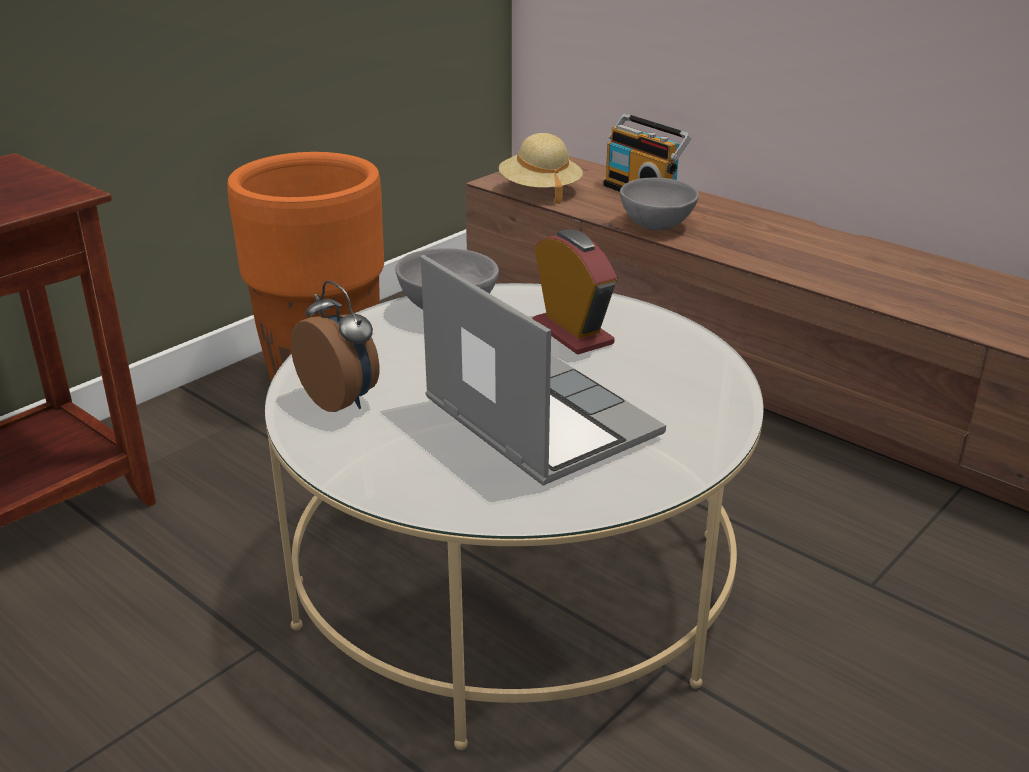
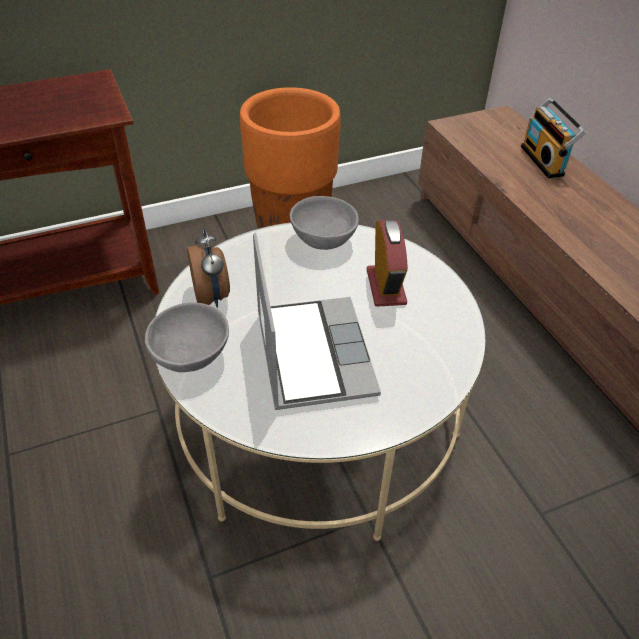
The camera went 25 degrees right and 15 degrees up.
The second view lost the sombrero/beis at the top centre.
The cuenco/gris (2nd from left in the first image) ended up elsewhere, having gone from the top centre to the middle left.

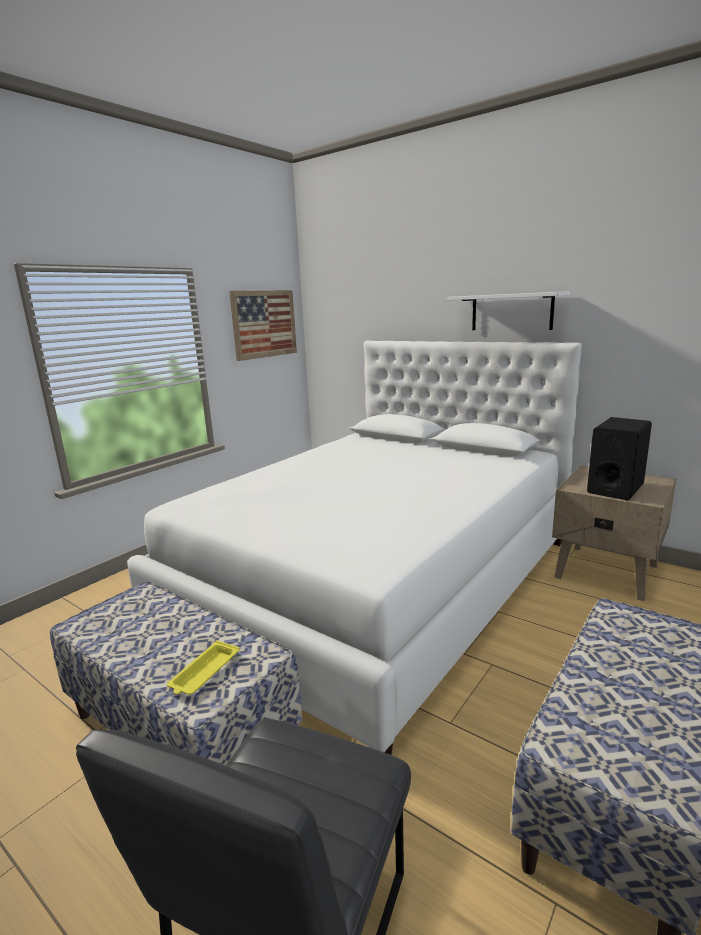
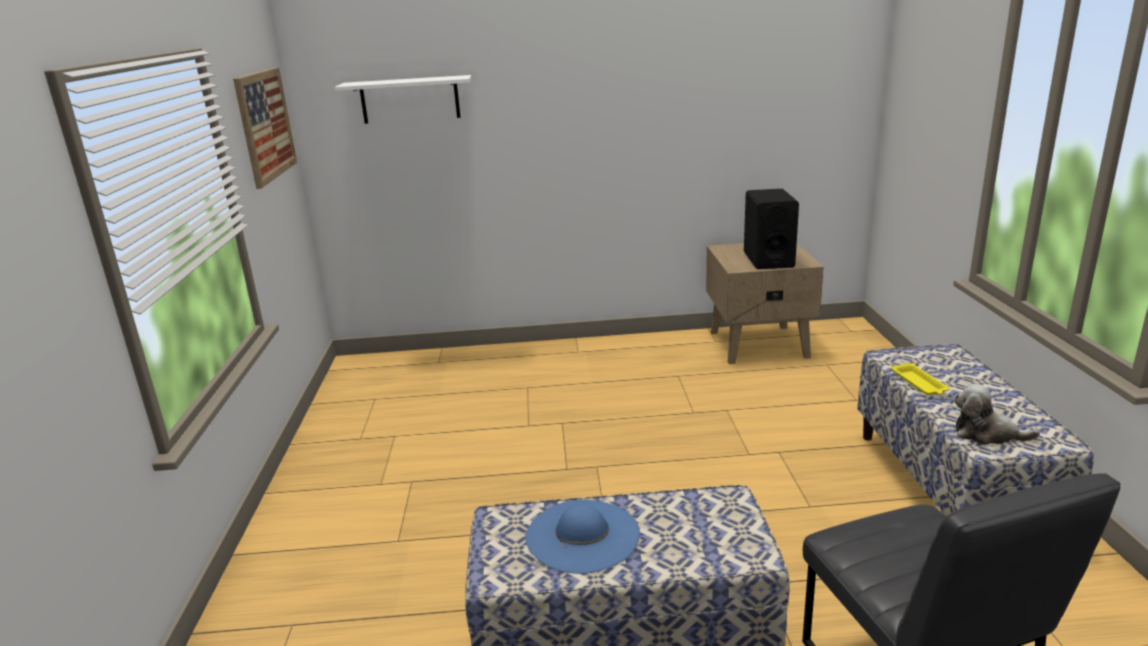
The camera went 40 degrees left and 5 degrees up.
The second view lost the cama/blanco at the centre.
The bandeja/amarillo ended up elsewhere, having gone from the bottom left to the middle right.
The estante/blanco ended up elsewhere, having gone from the top right to the top centre.
The second view gained the sombrero/azul at the bottom centre.
The second view gained the peluche at the middle right.

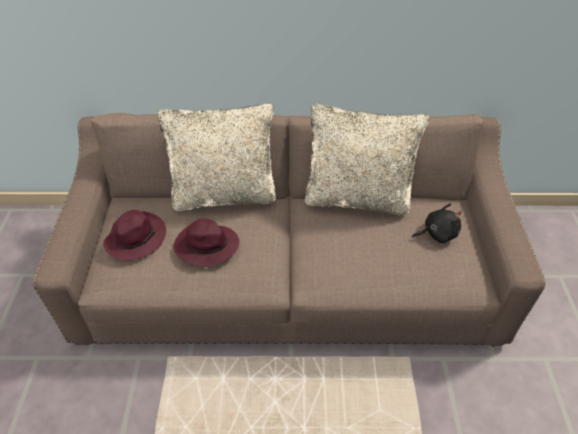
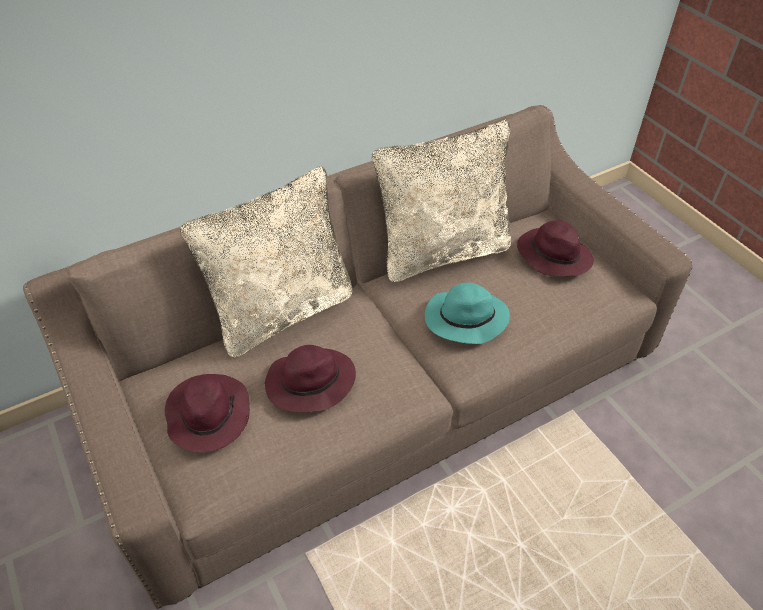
The camera went 30 degrees left and 0 degrees up.
Where the peluche/negro stood at the middle right, the sombrero/morado (3rd from left) came to stand at the middle right.
The second view gained the sombrero/turquesa at the centre.

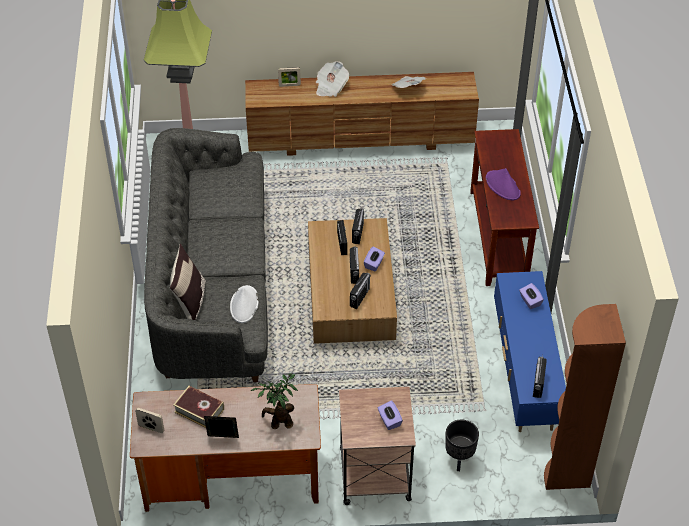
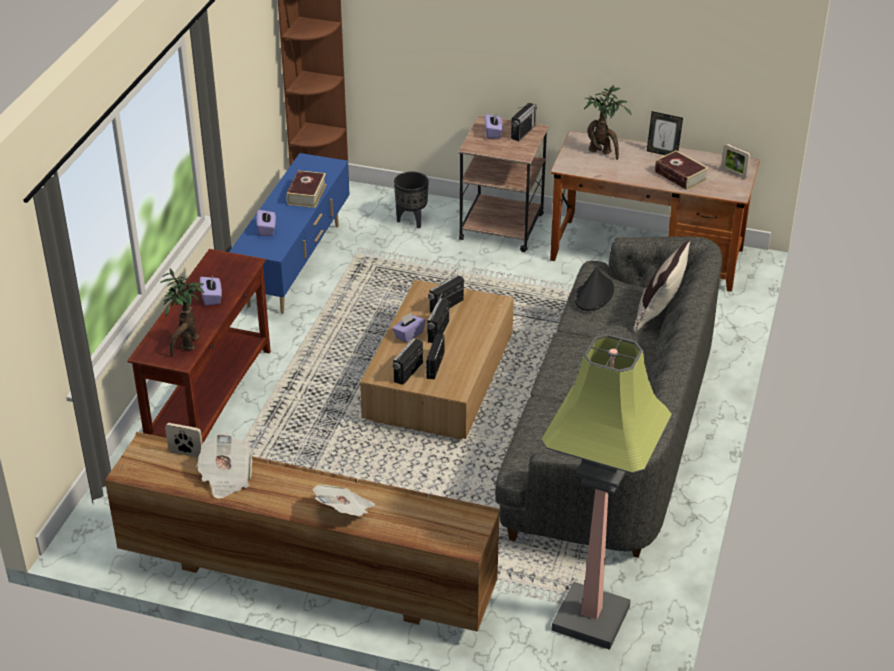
The camera went 160 degrees left and 10 degrees down.
What was the sombrero/blanco at the centre turned into the sombrero/negro at the centre.
The portarretratos (3rd from left in the first image) ended up elsewhere, having gone from the top centre to the middle left.
Where the sombrero/morado stood at the middle right, the caja de pañuelos/morado (1st from left) came to stand at the middle left.
The radio (5th from left) ended up elsewhere, having gone from the bottom right to the top centre.
The second view gained the planta en maceta (1st from left) at the middle left.
The second view gained the libro (1st from left) at the top centre.

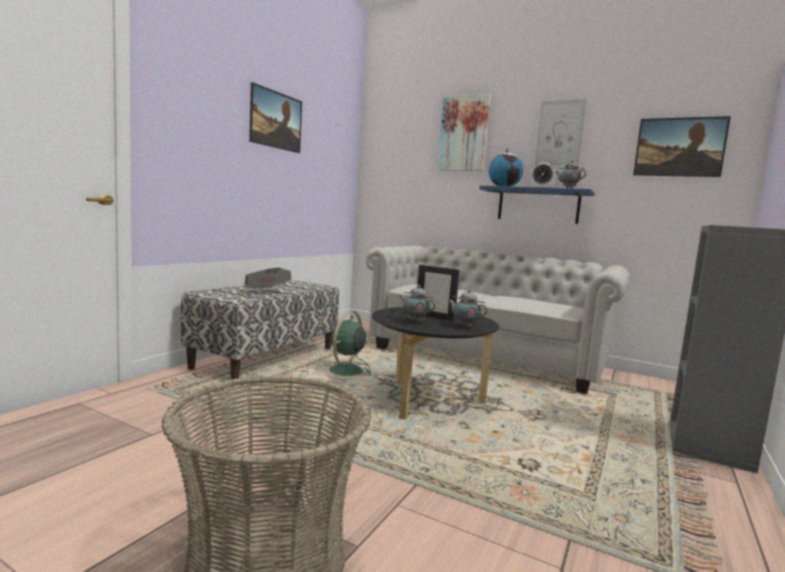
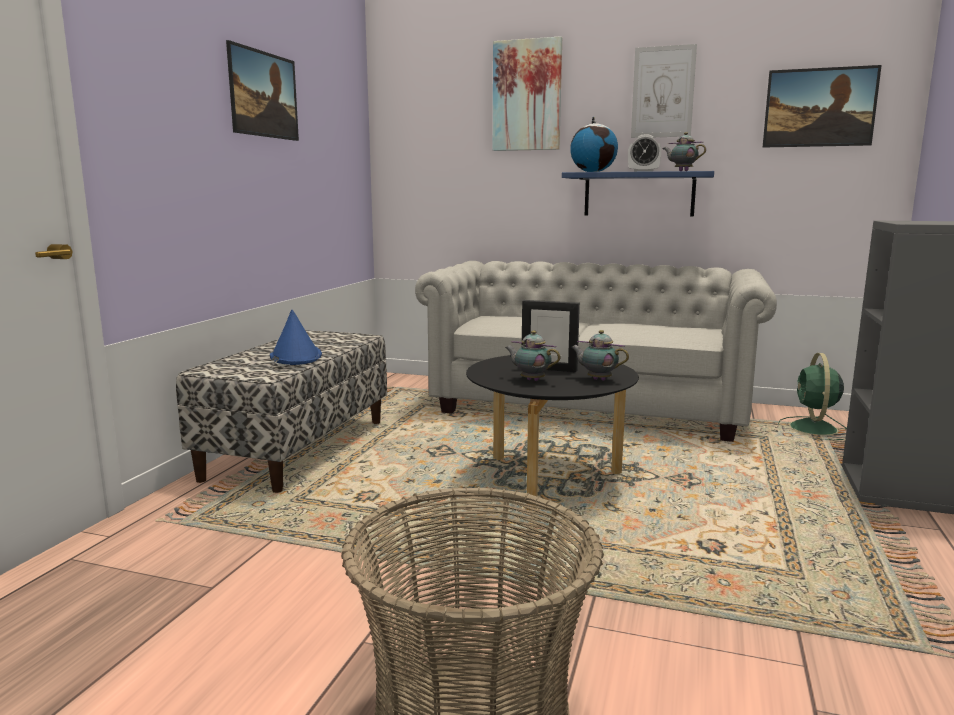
The camera went 10 degrees left and 5 degrees up.
Where the periódico stood at the centre, the sombrero/azul came to stand at the middle left.
The ventilador/verde ended up elsewhere, having gone from the centre to the middle right.

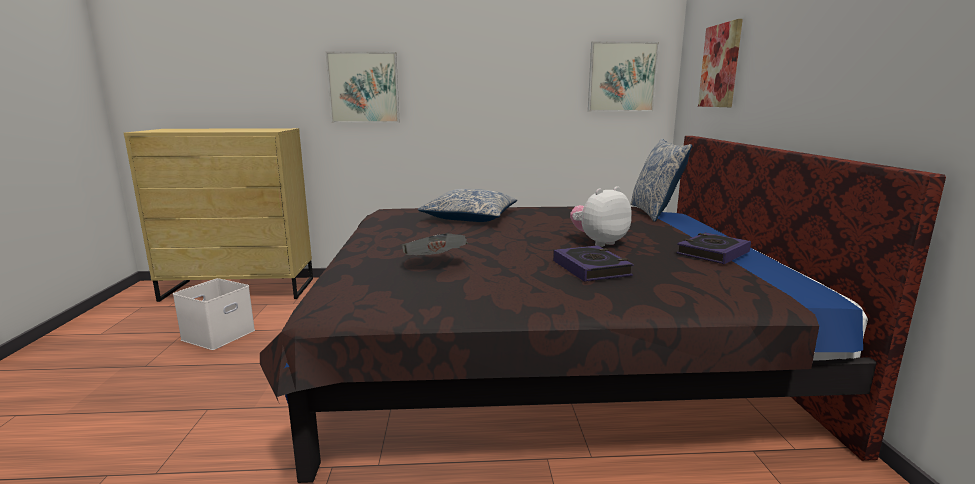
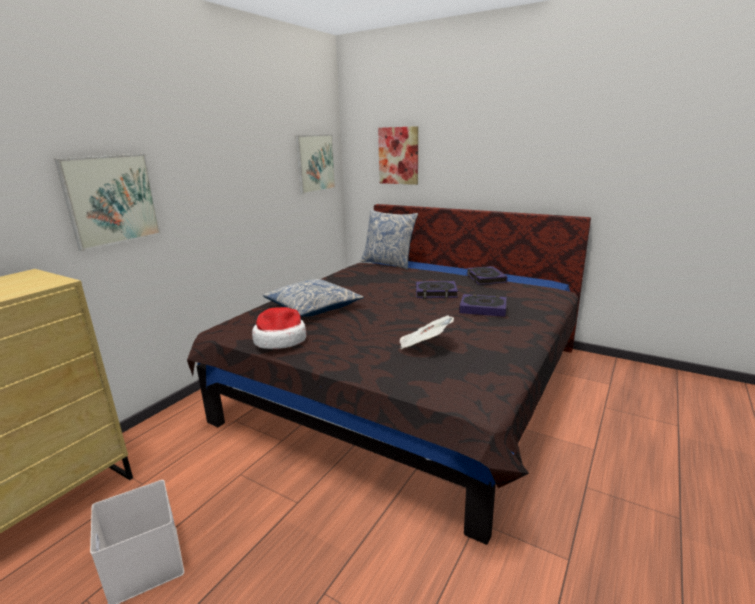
The camera went 55 degrees left and 5 degrees up.
Where the peluche stood at the centre, the libro (1st from left) came to stand at the centre.
The second view gained the sombrero at the centre.

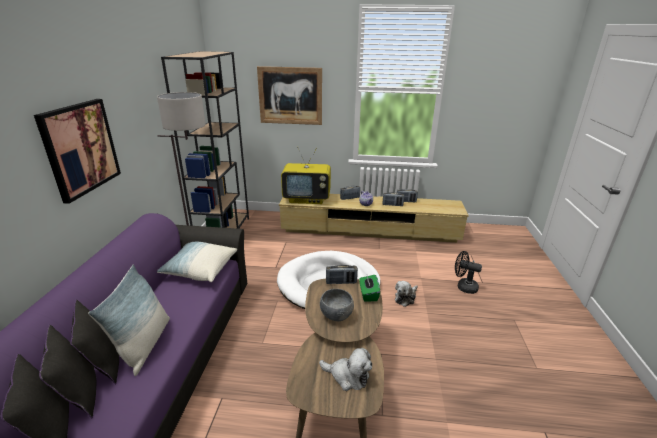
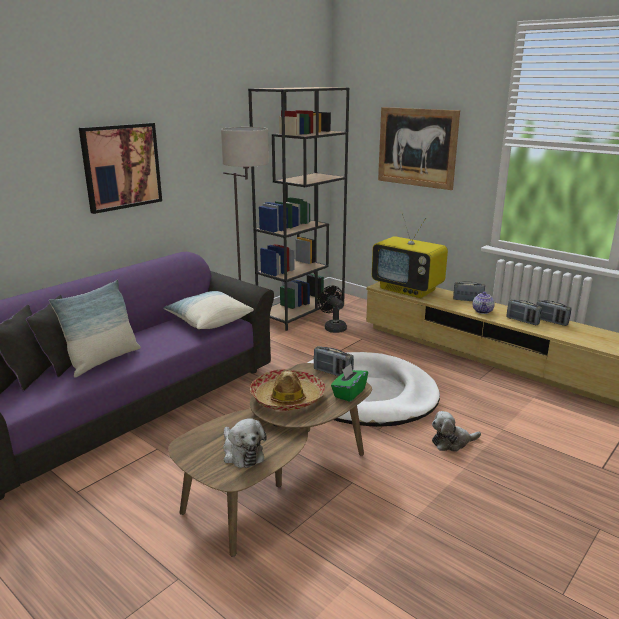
The camera went 35 degrees right and 5 degrees down.
Where the cuenco/gris stood at the bottom centre, the sombrero came to stand at the centre.
The ventilador/negro ended up elsewhere, having gone from the middle right to the centre.

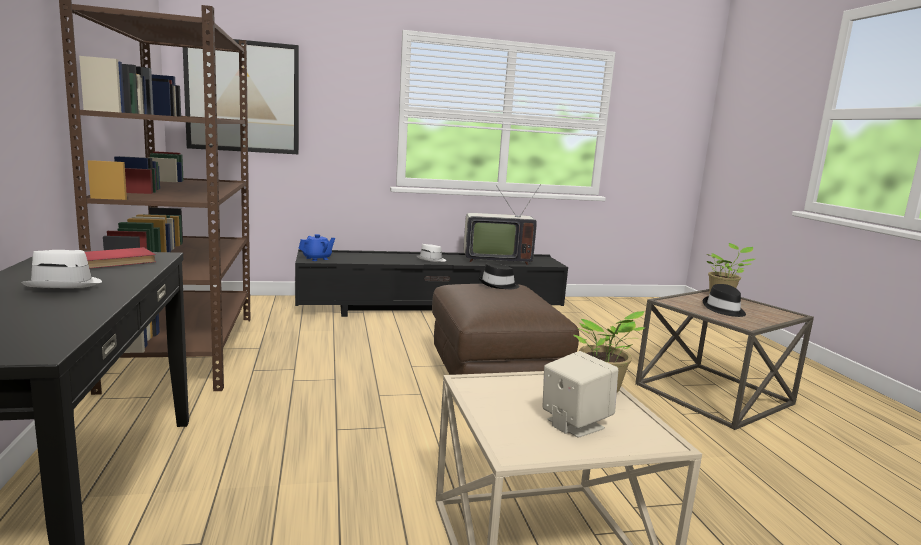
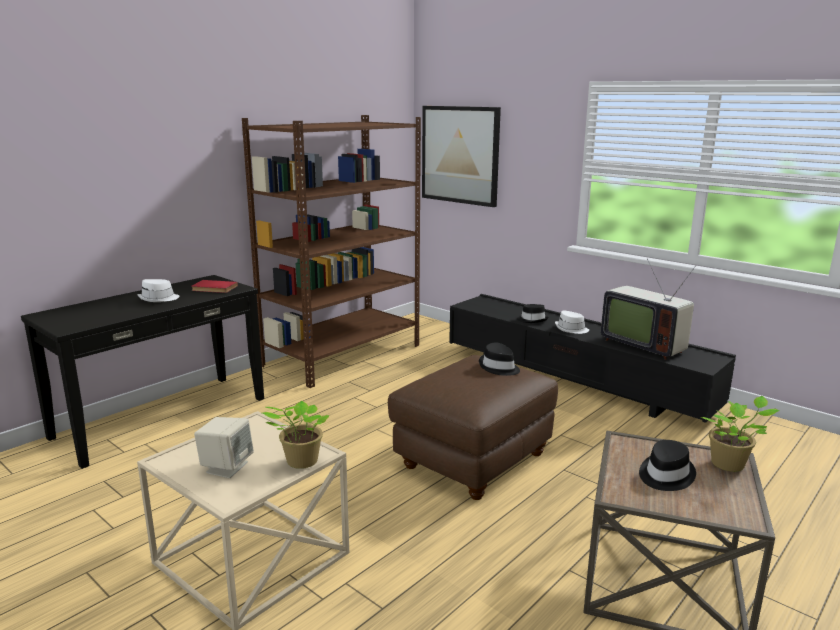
The camera went 55 degrees right and 5 degrees up.
The second view lost the tetera/azul at the centre.
The second view gained the sombrero/negro (2nd from left) at the centre.

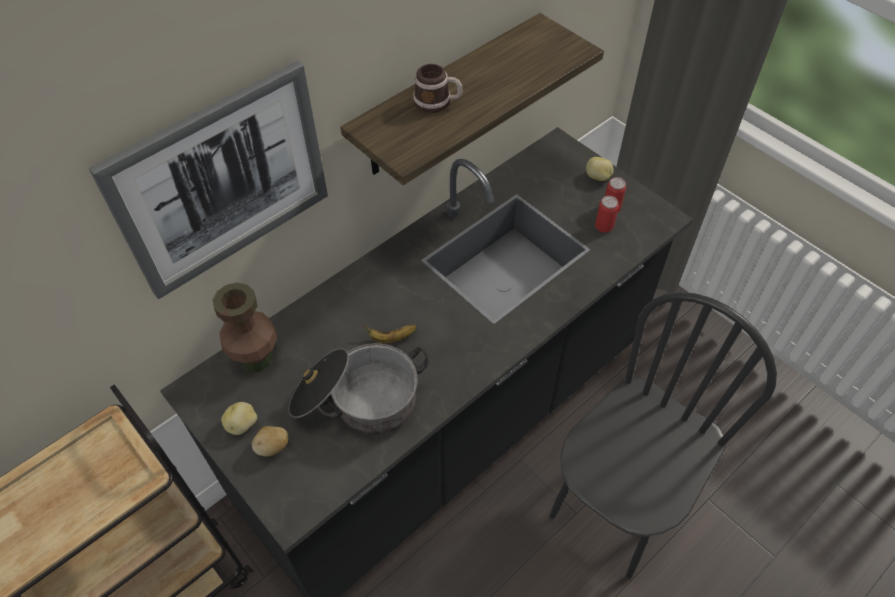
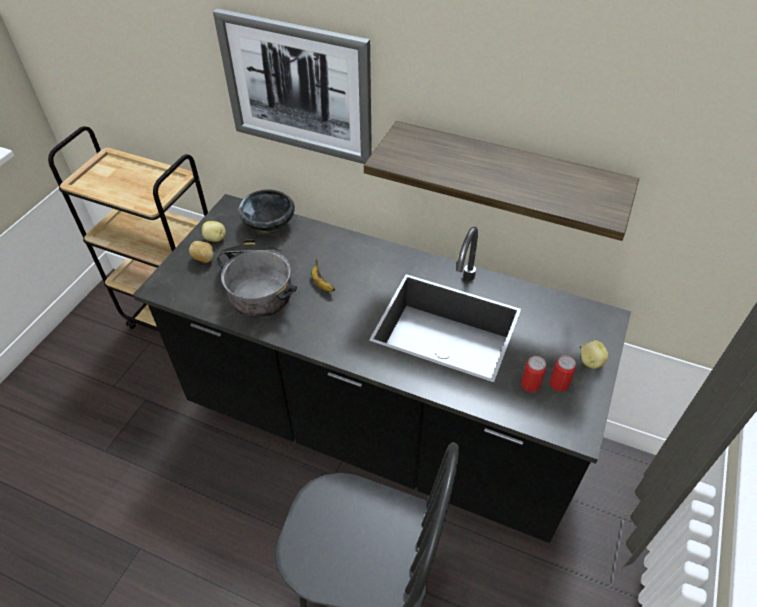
The camera went 65 degrees right and 5 degrees down.
Where the florero/marrón stood at the middle left, the cuenco/negro came to stand at the centre.
The second view lost the taza grande at the top centre.

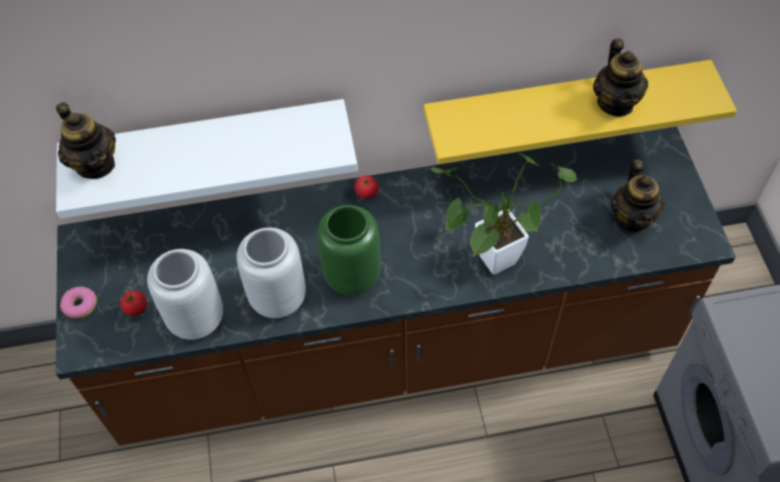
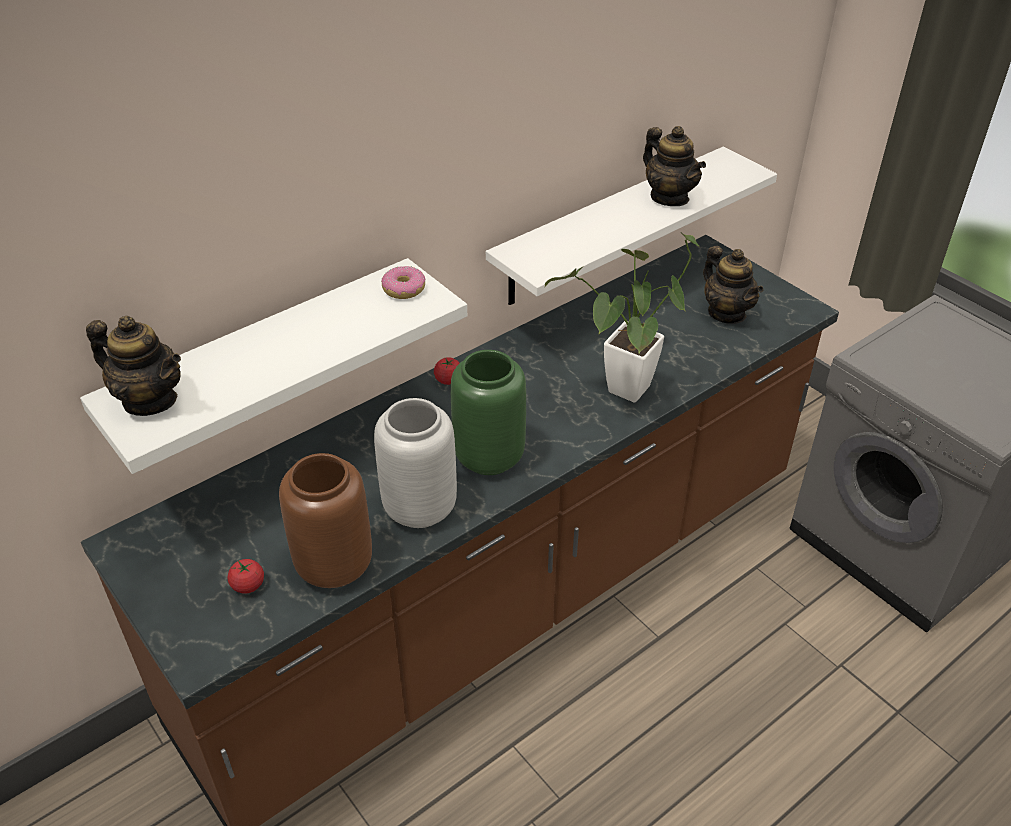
The camera went 30 degrees left and 15 degrees down.
The rosquilla ended up elsewhere, having gone from the middle left to the centre.
What was the florero/gris (1st from left) at the middle left turned into the florero/marrón at the middle left.
What was the estante/amarillo at the top right turned into the estante/blanco (2nd from left) at the top centre.

